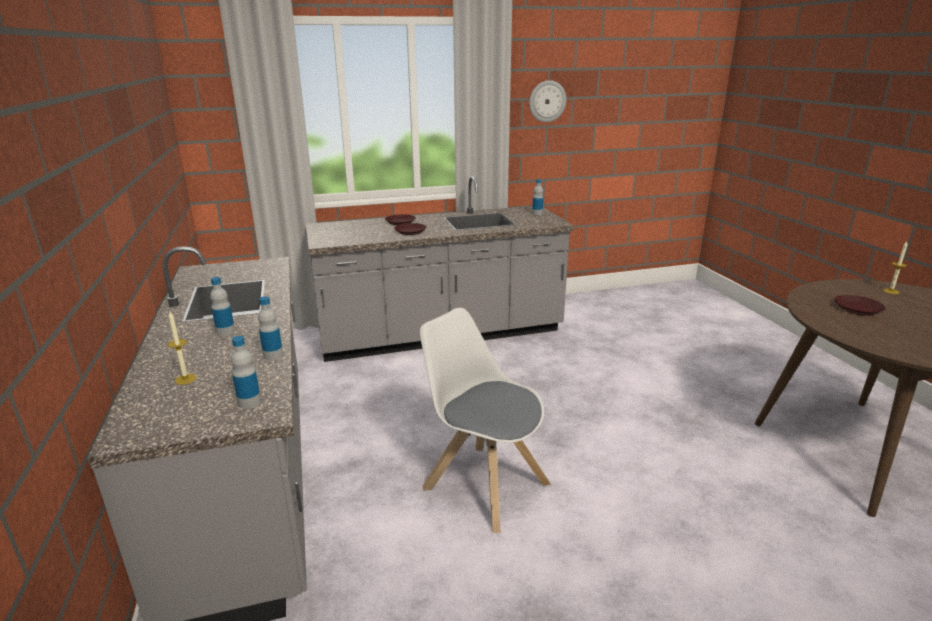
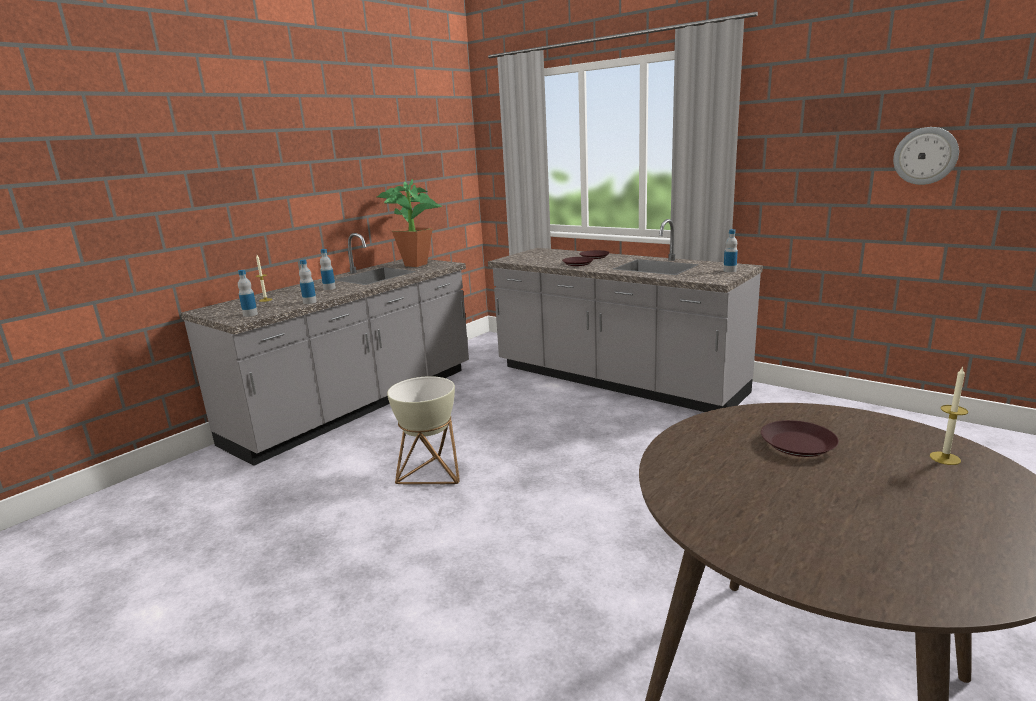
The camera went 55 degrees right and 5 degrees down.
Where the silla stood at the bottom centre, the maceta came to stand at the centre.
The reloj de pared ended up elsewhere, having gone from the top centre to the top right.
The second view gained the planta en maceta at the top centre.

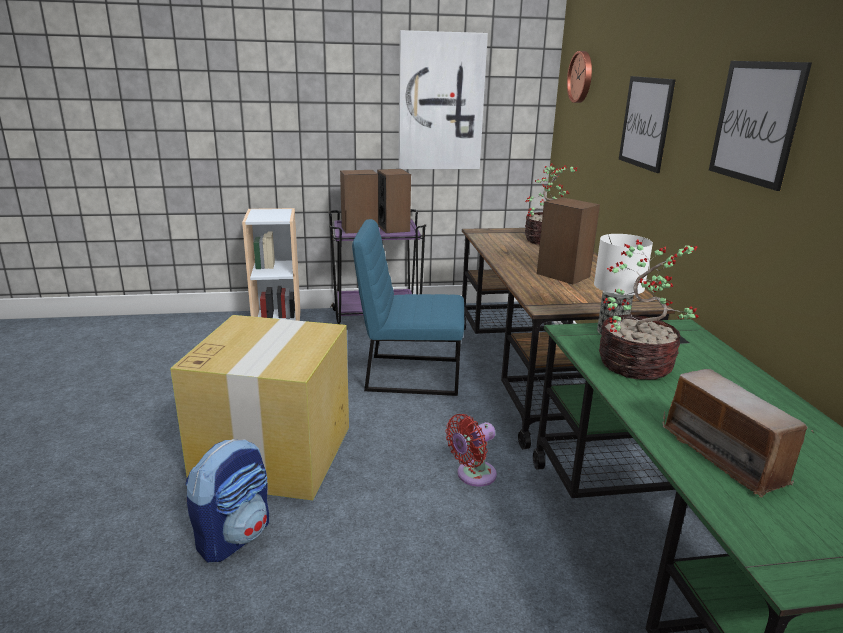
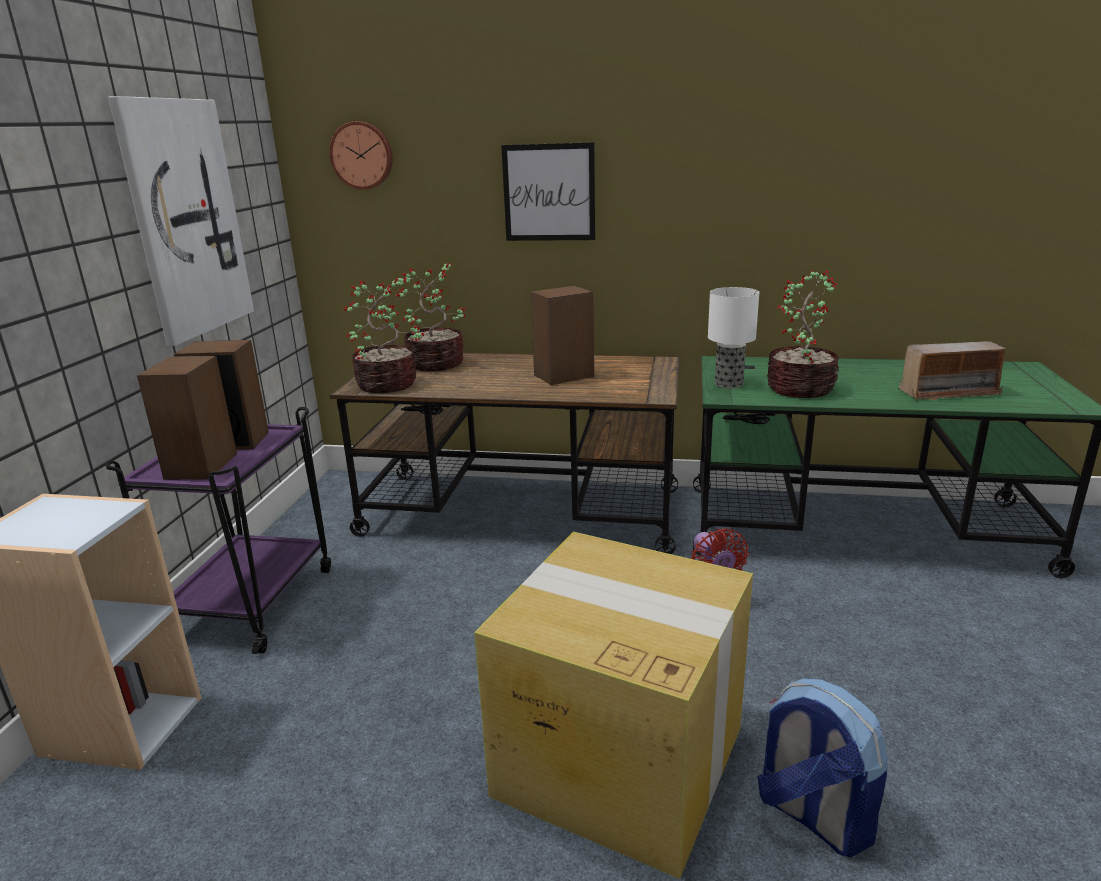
The camera went 70 degrees left and 0 degrees up.
The second view lost the silla/azul at the centre.
The second view lost the cuadro (3rd from left) at the top right.
The second view gained the planta en maceta (1st from left) at the centre.

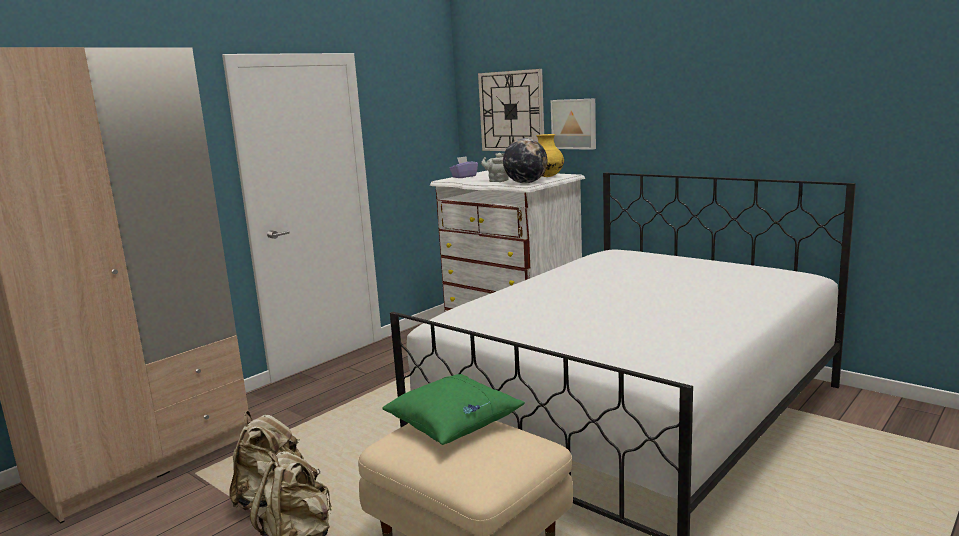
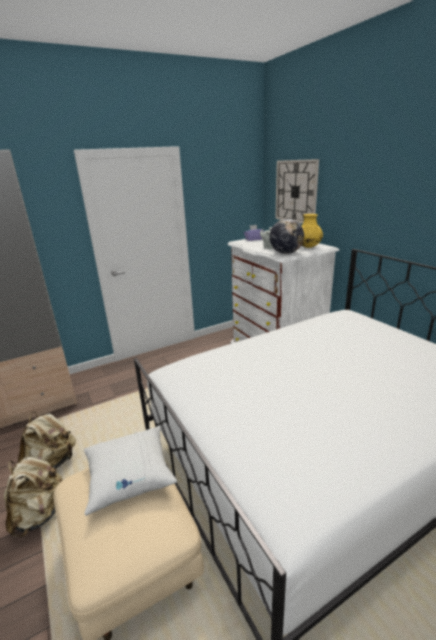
The camera went 20 degrees right and 10 degrees up.
What was the cojín/verde at the bottom centre turned into the cojín/gris at the bottom left.
The second view lost the cuadro at the top centre.

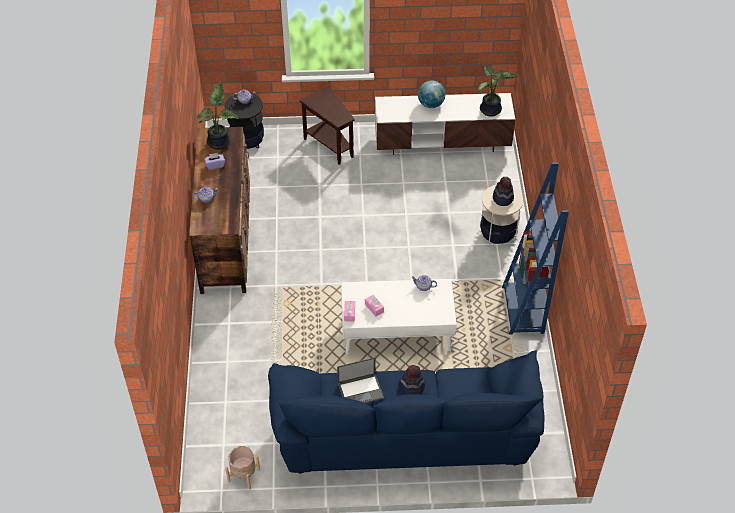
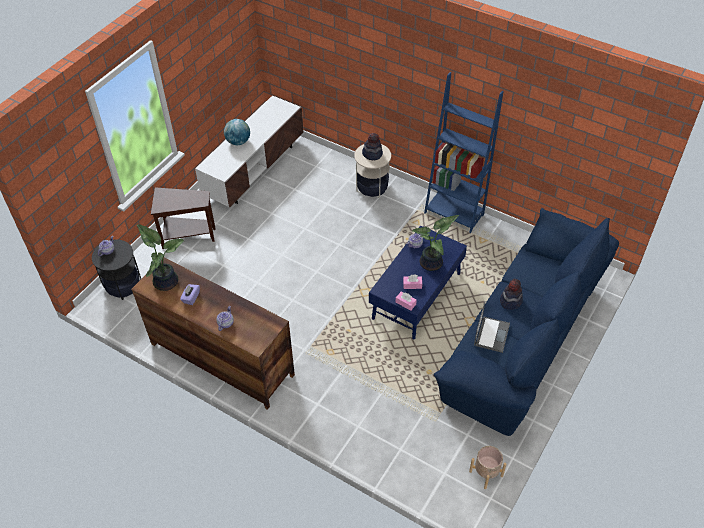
The camera went 55 degrees left and 0 degrees up.
What was the mesa de centro/blanco at the centre turned into the mesa de centro/azul at the centre.
The planta en maceta (2nd from left) ended up elsewhere, having gone from the top right to the centre.

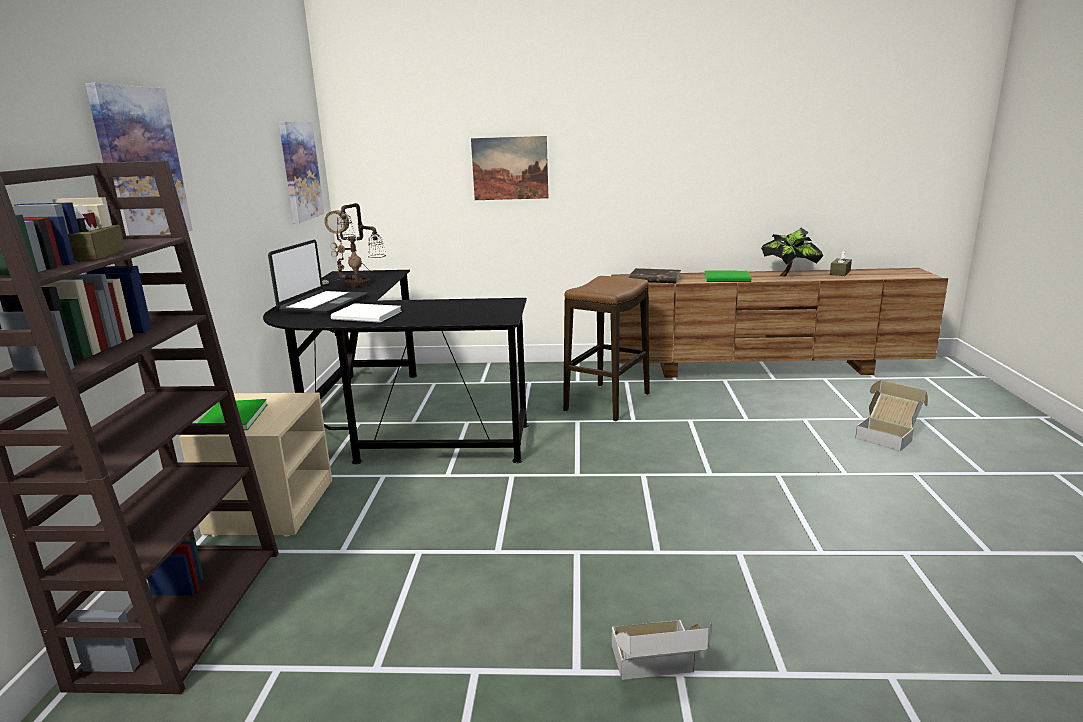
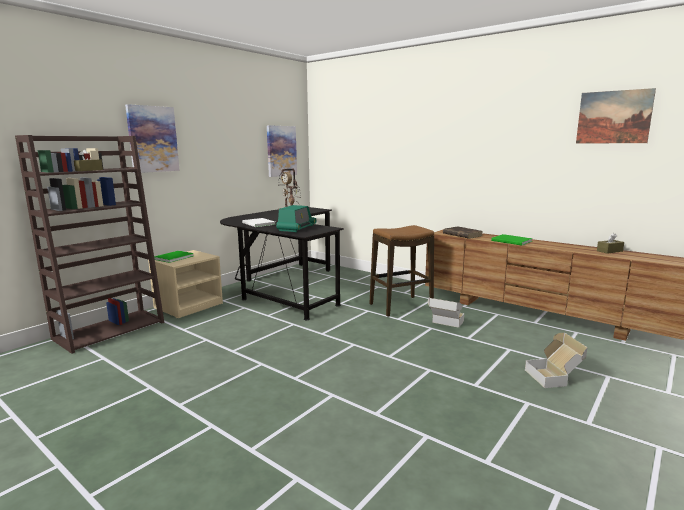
The camera went 35 degrees right and 5 degrees down.
The second view lost the portátil at the middle left.
The cuadro (3rd from left) ended up elsewhere, having gone from the top centre to the top right.
The caja de cartón (1st from left) ended up elsewhere, having gone from the bottom centre to the centre.
The second view lost the planta en maceta at the middle right.
The second view gained the radio at the centre.

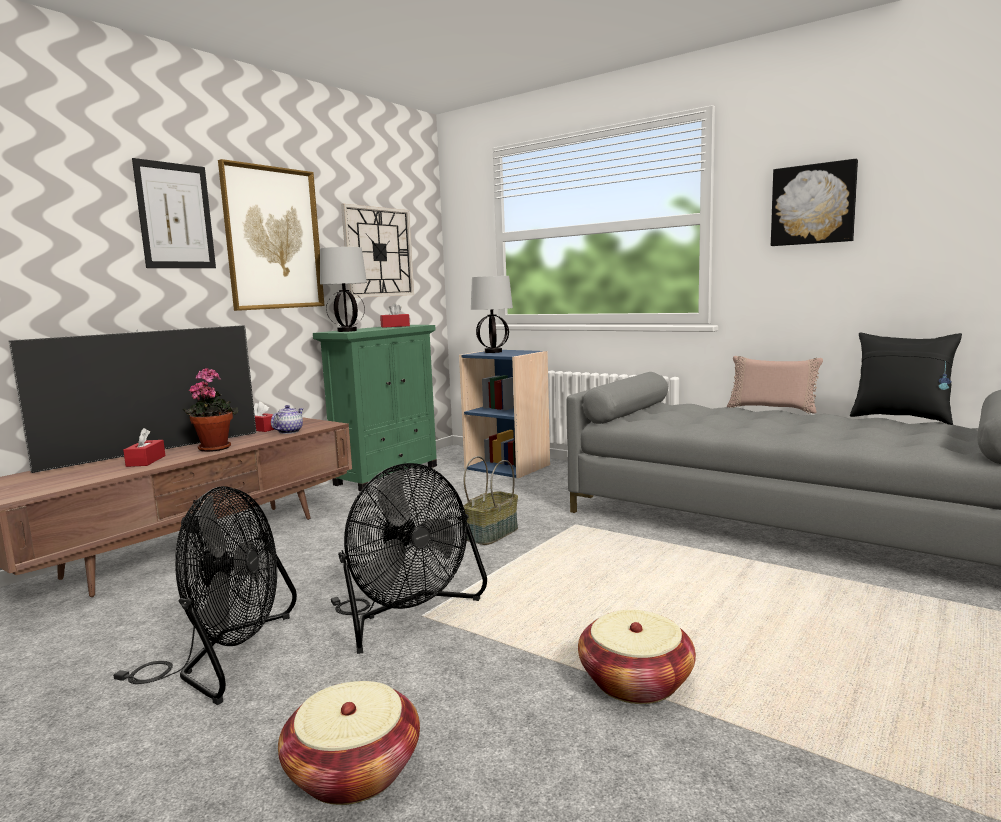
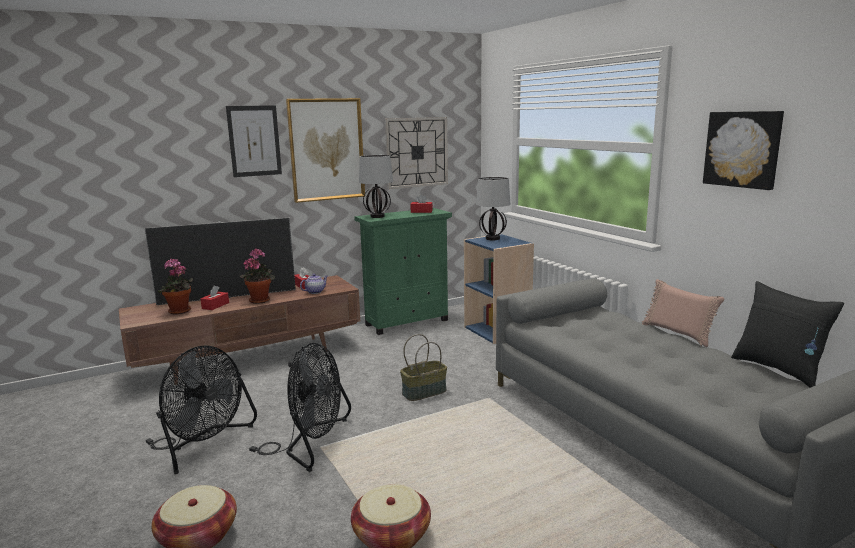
The camera went 25 degrees right and 5 degrees up.
The ventilador/negro (2nd from left) at the bottom centre ended up facing another way, 60 degrees counterclockwise from before.
The second view gained the planta en maceta (1st from left) at the middle left.

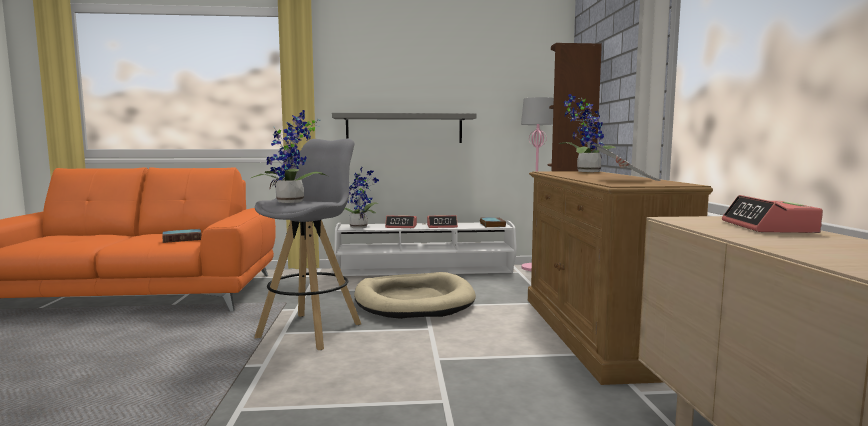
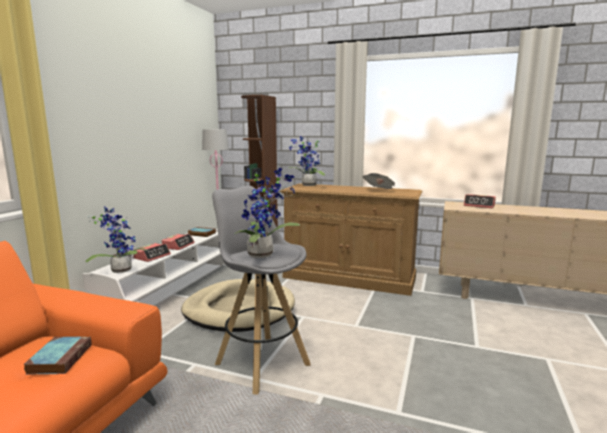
The camera went 65 degrees left and 5 degrees up.
The second view lost the estante/gris at the top centre.

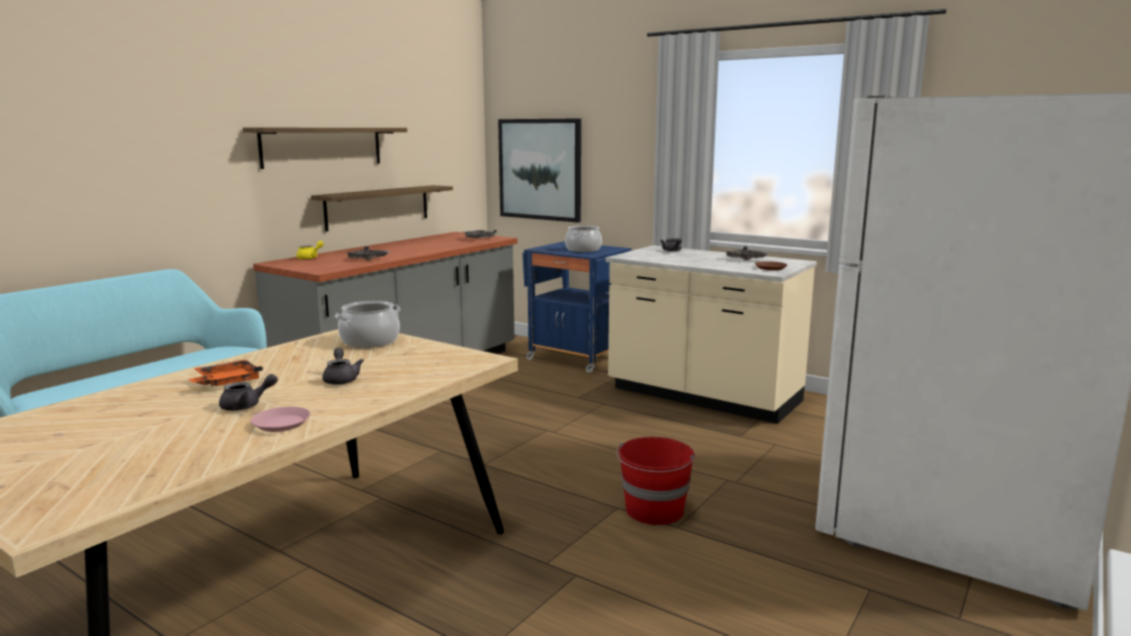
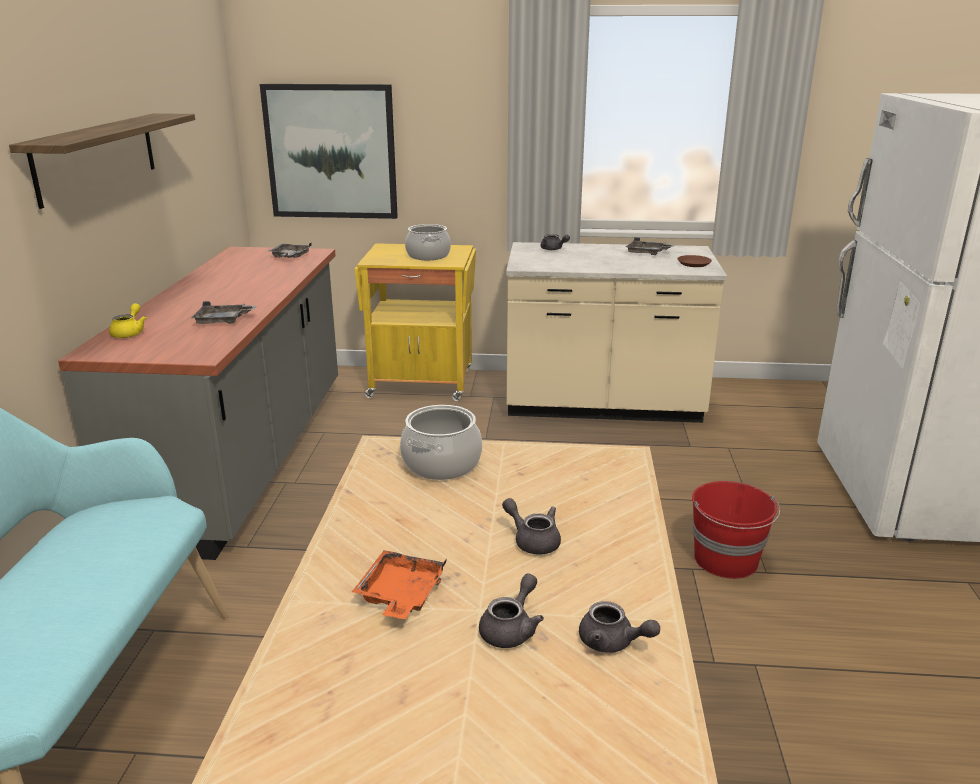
The camera went 30 degrees left and 10 degrees up.
Where the plato/rosa stood at the middle left, the tetera/gris (4th from left) came to stand at the bottom centre.
The second view lost the estante (2nd from left) at the top centre.
What was the carrito/azul at the centre turned into the carrito/amarillo at the centre.

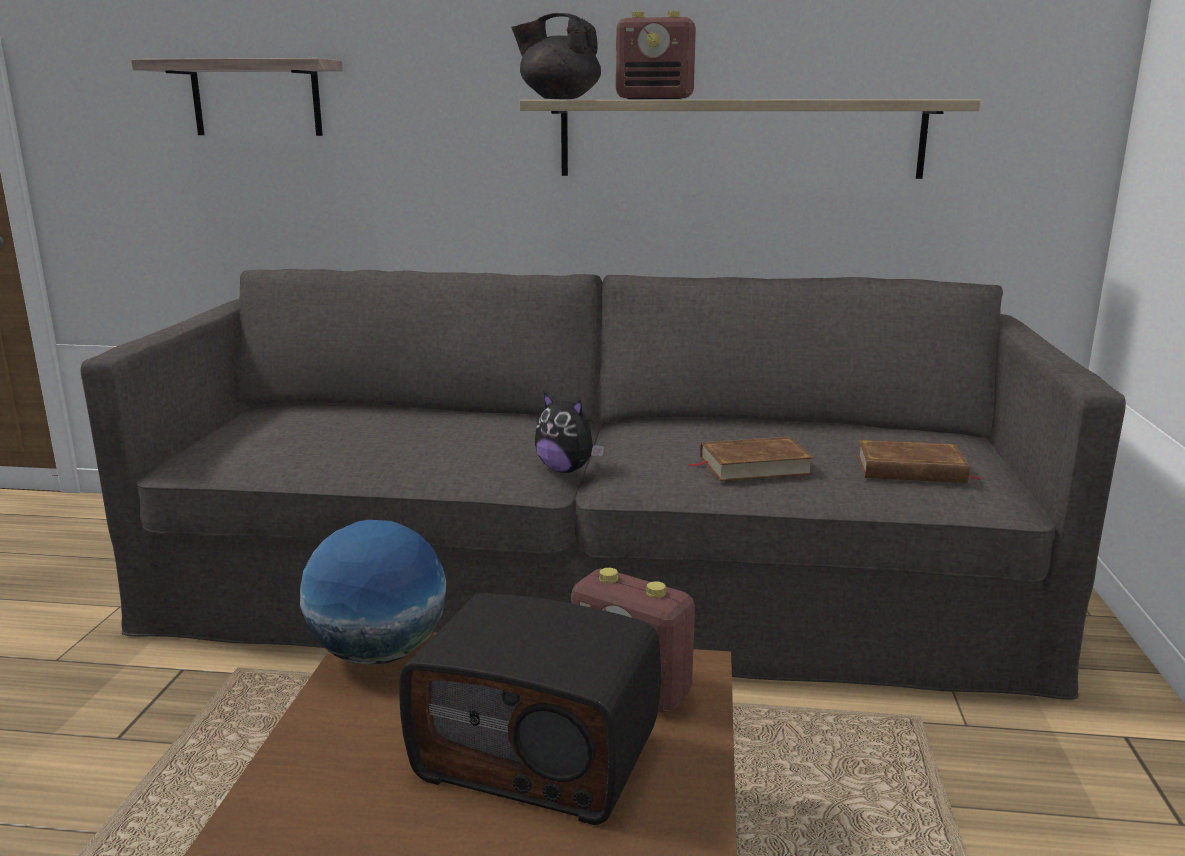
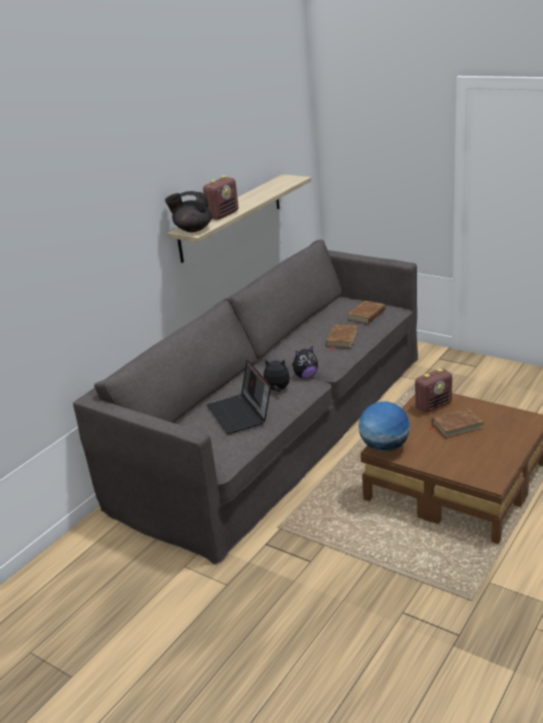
The camera went 60 degrees left and 10 degrees up.
The second view lost the estante (1st from left) at the top left.
Where the radio (1st from left) stood at the bottom centre, the libro/marrón (3rd from left) came to stand at the middle right.
The tetera/negro at the top centre ended up facing another way, 45 degrees clockwise from before.
The second view gained the portátil at the centre.
The second view gained the peluche (1st from left) at the centre.

